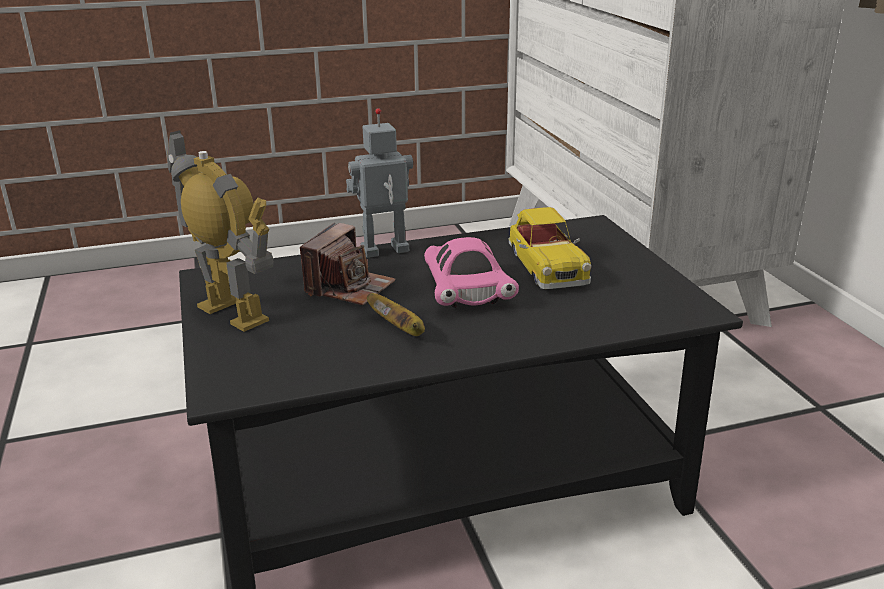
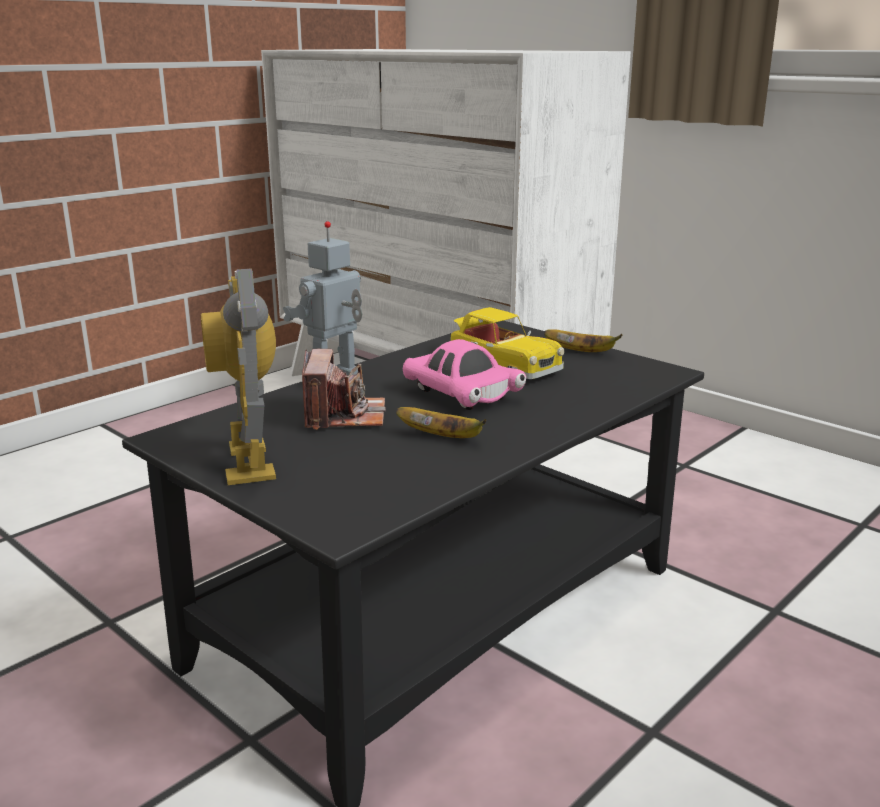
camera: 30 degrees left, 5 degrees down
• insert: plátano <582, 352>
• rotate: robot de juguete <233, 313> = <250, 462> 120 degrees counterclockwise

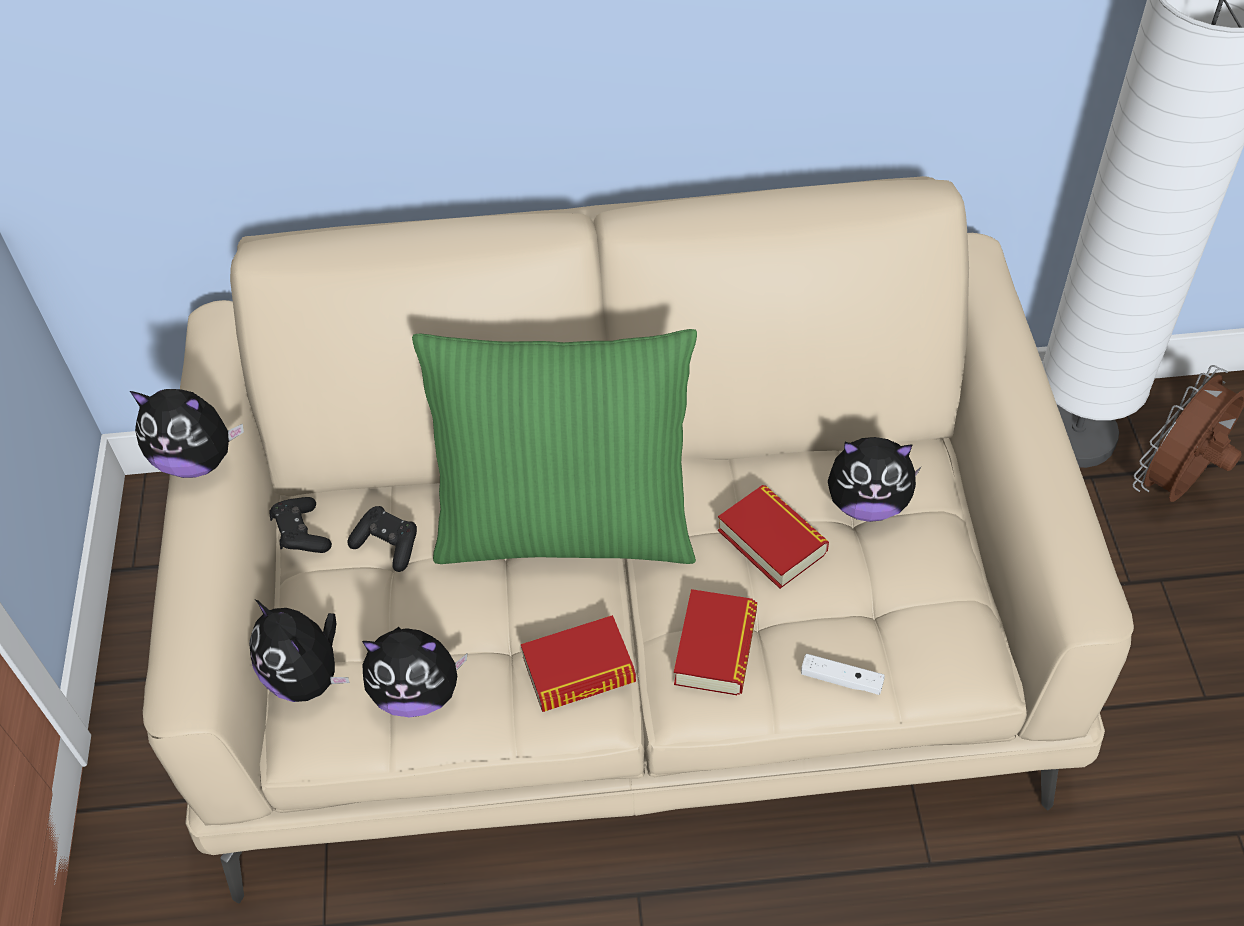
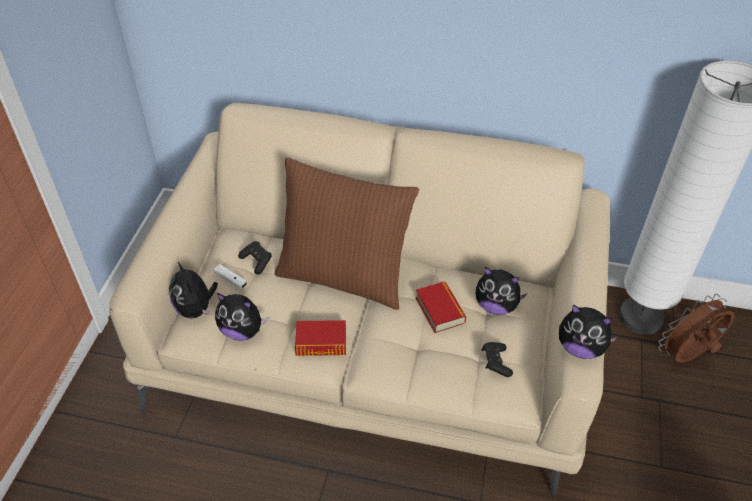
camera: 15 degrees right, 5 degrees down
• delete: libro <715, 648>
• move: peluche <197, 460> to <580, 347>
• move: mando de consola [negro] <301, 534> to <495, 363>
• move: mando de consola [blanco] <841, 679> to <231, 280>
• recolor: cojín [verde] <566, 526> to cojín [marrón] <344, 276>

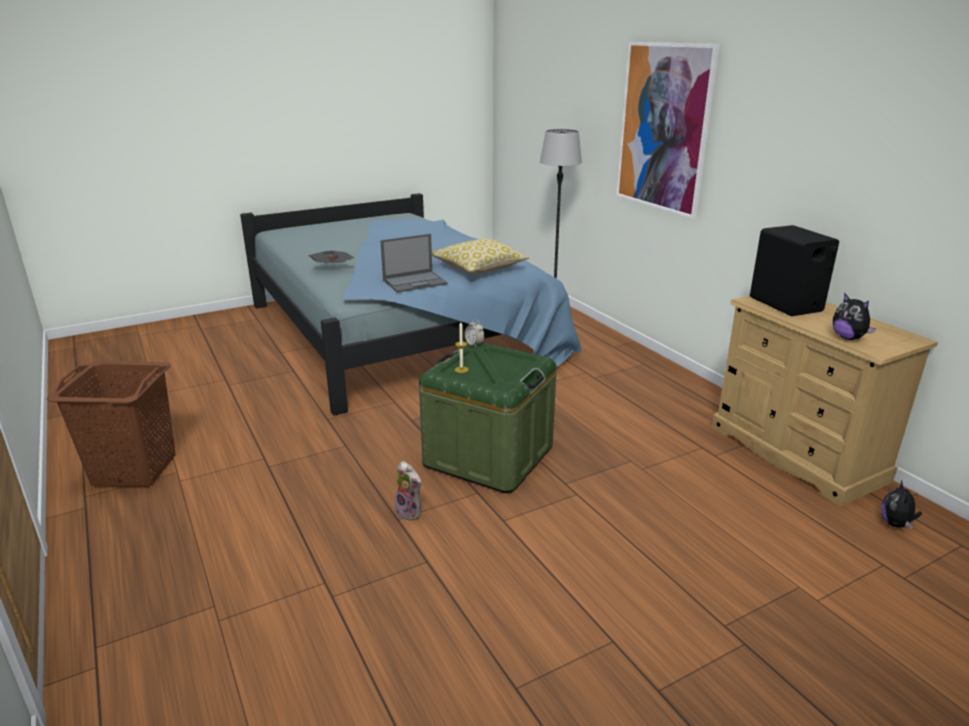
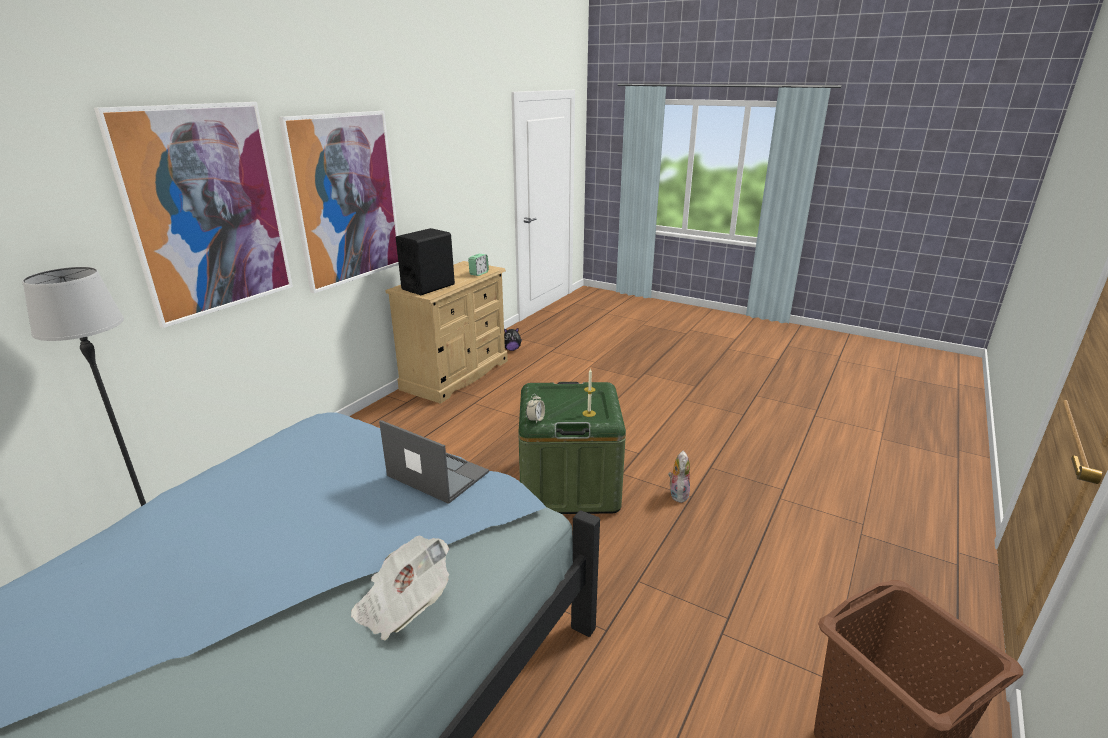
camera: 120 degrees left, 0 degrees up
• delete: cojín <479, 268>
• insert: cuadro <345, 199>
• replace: peluche <848, 338> to despertador <479, 273>

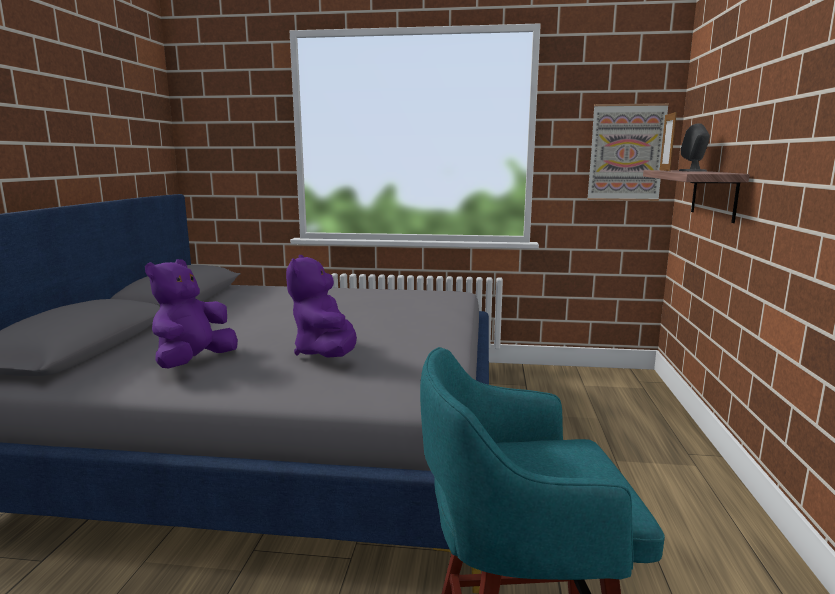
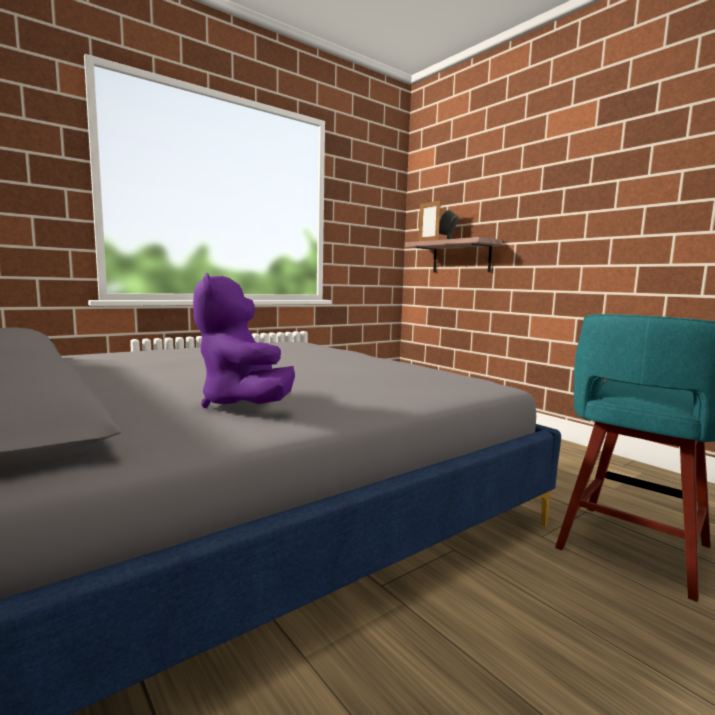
camera: 45 degrees left, 5 degrees down
• delete: peluche [morado] <326, 353>
• delete: cuadro <626, 153>

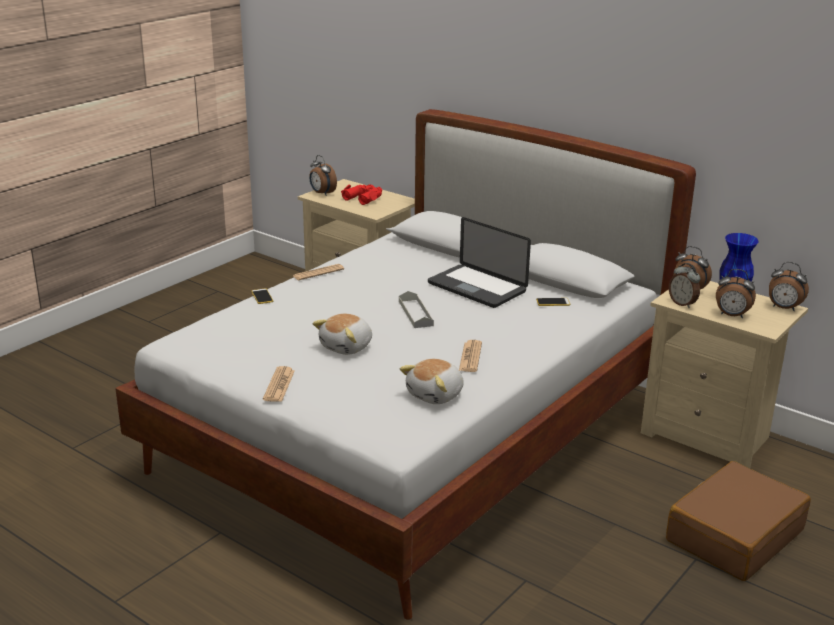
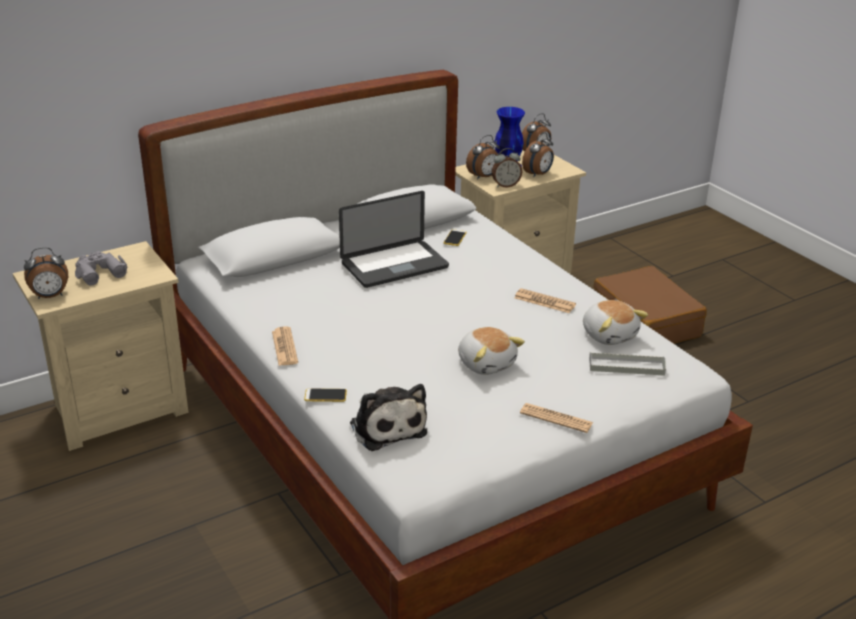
camera: 70 degrees left, 5 degrees up
• insert: peluche <387, 426>
• move: bandeja [gris] <415, 313> to <626, 366>
• recolor: prismáticos [rojo] <364, 198> to prismáticos [gris] <99, 272>

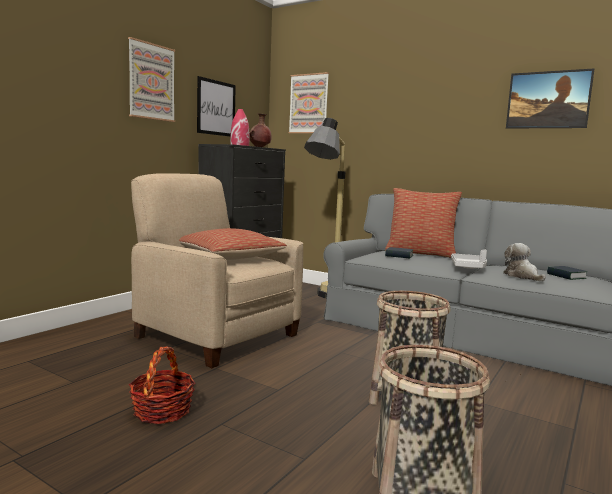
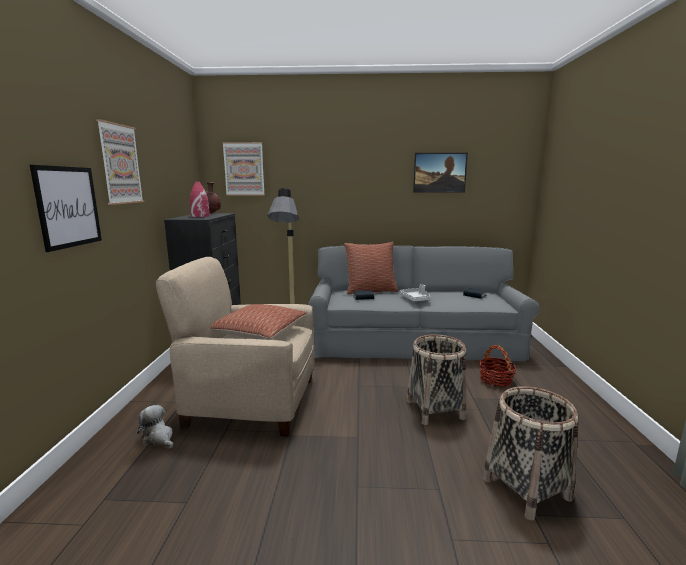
camera: 30 degrees left, 5 degrees up
• move: cesta <162, 411> to <495, 380>
• move: cuadro <216, 108> to <68, 207>
• move: peluche <522, 276> to <158, 438>

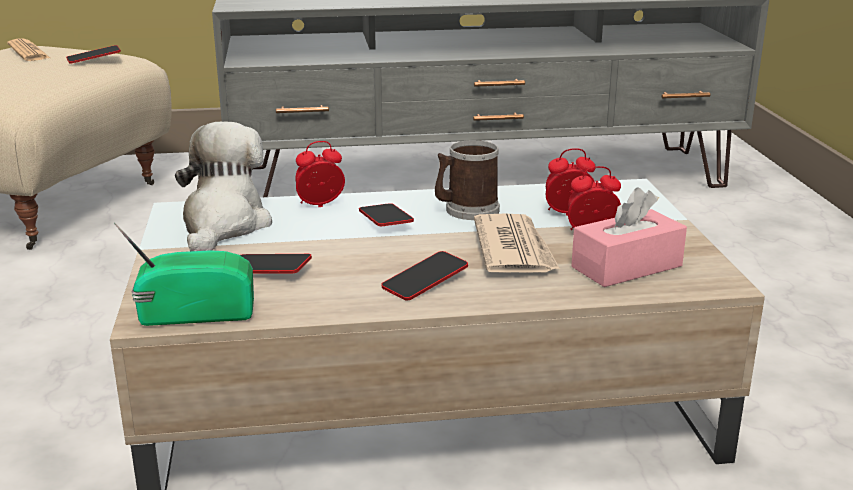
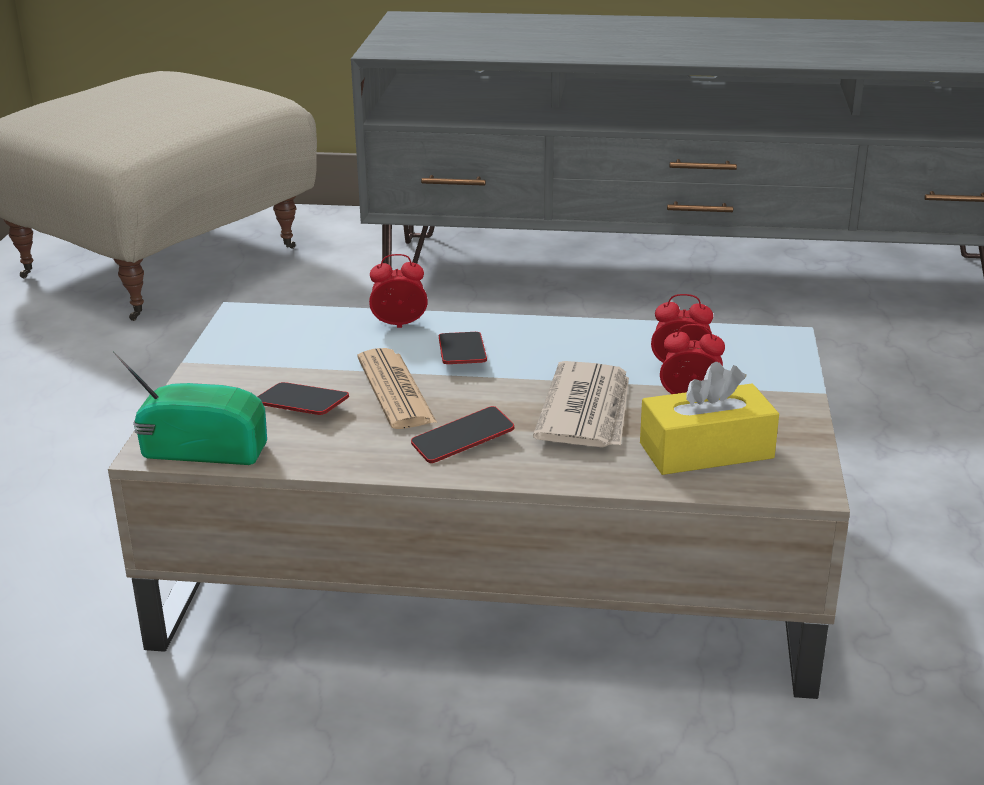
camera: 15 degrees right, 5 degrees up
• delete: móvil <94, 58>
• delete: peluche <223, 225>
• delete: taza grande <466, 210>
• move: periódico <28, 52> to <395, 390>
• recolor: caja de pañuelos [rosa] <626, 266> to caja de pañuelos [amarillo] <706, 450>

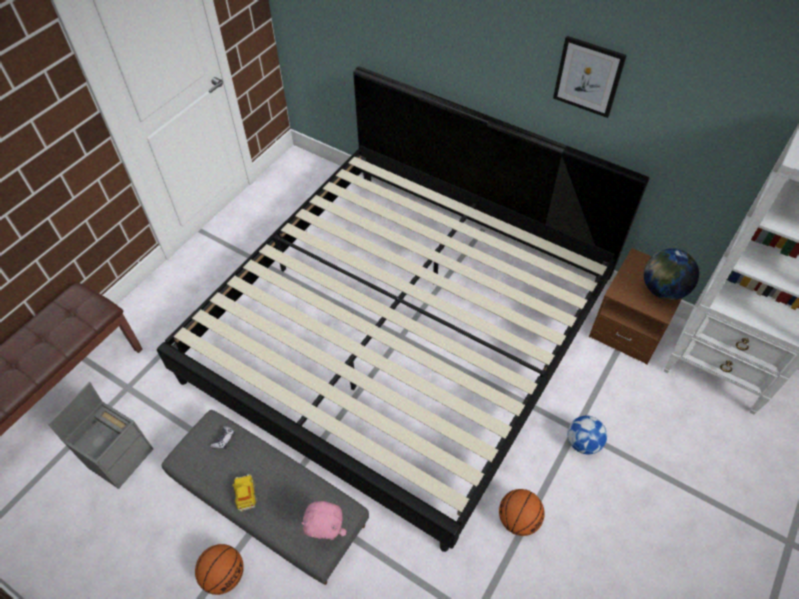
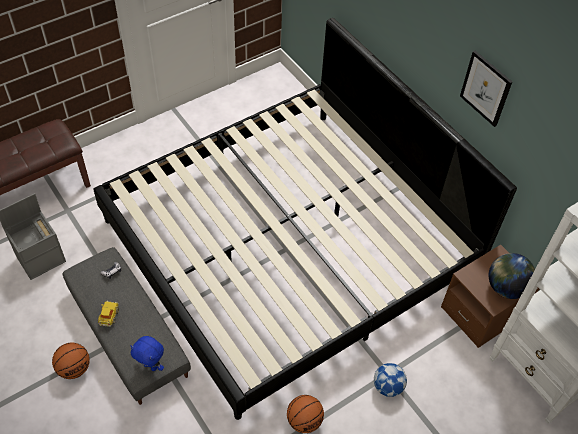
camera: 20 degrees right, 0 degrees up
• recolor: peluche [rosa] <327, 534> to peluche [azul] <151, 366>

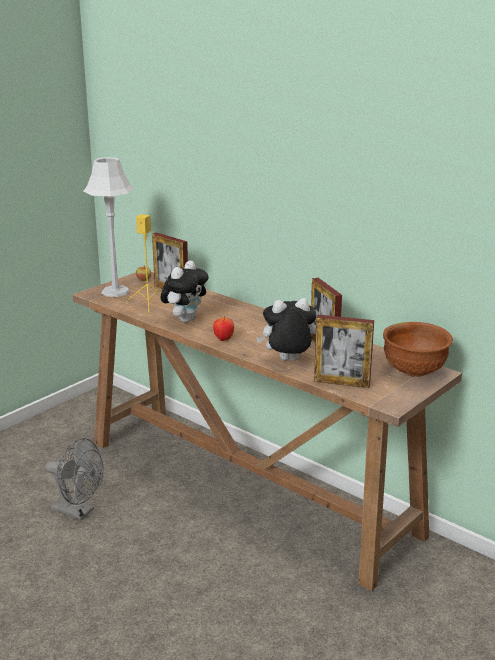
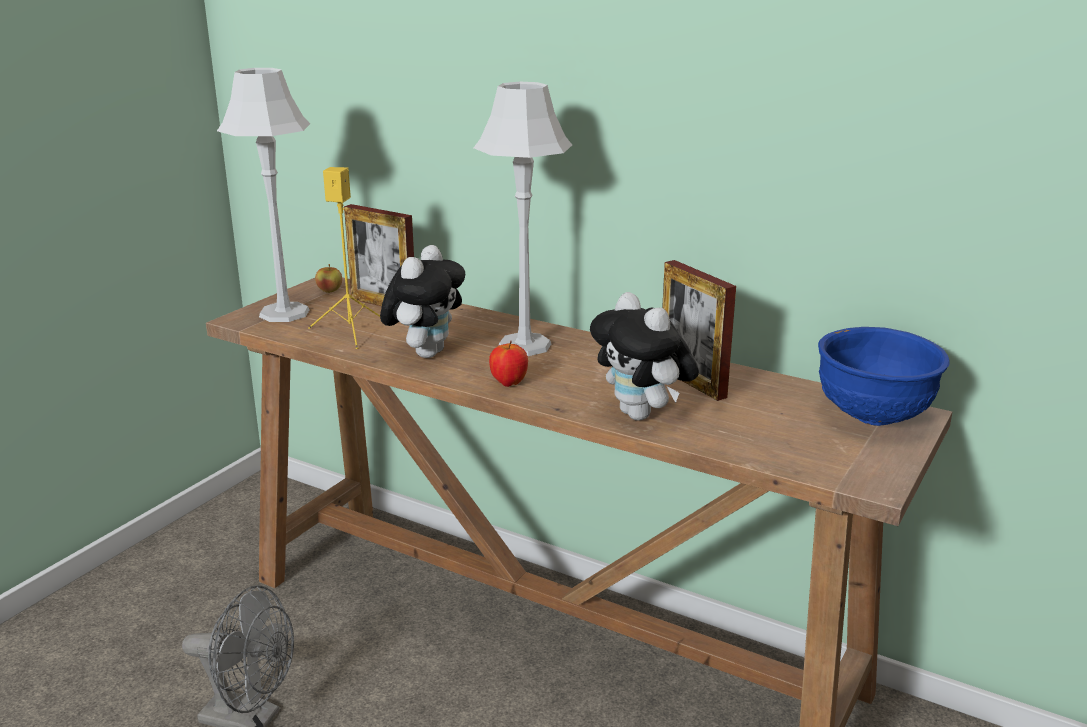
camera: 10 degrees left, 0 degrees up
• delete: portarretratos <342, 383>
• insert: lámpara de mesa [gris] <525, 345>
• recolor: cuenco [marrón] <414, 372> to cuenco [azul] <873, 418>
• rotate: peluche <287, 361> = <642, 415> 105 degrees counterclockwise

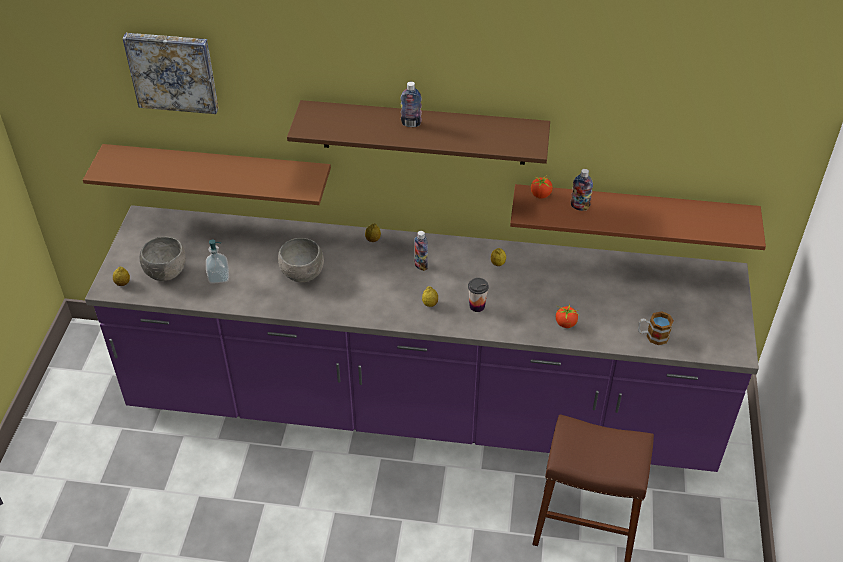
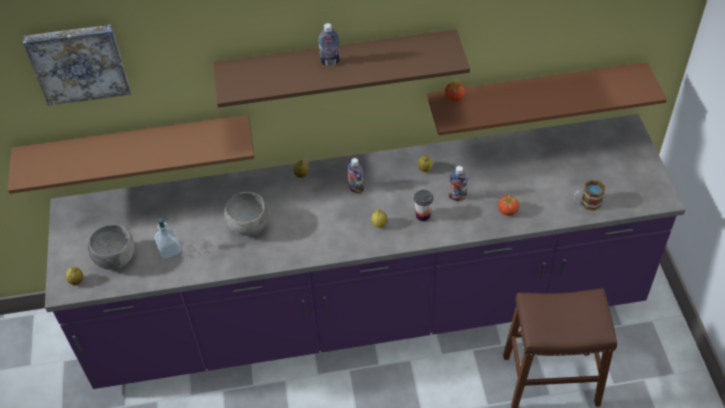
camera: 15 degrees left, 5 degrees up
• move: botella <579, 207> to <457, 197>

